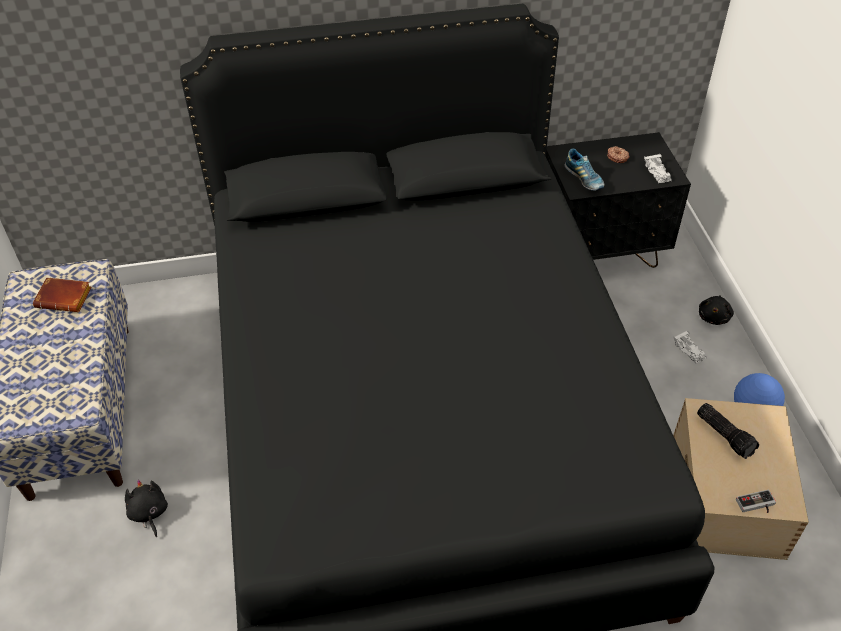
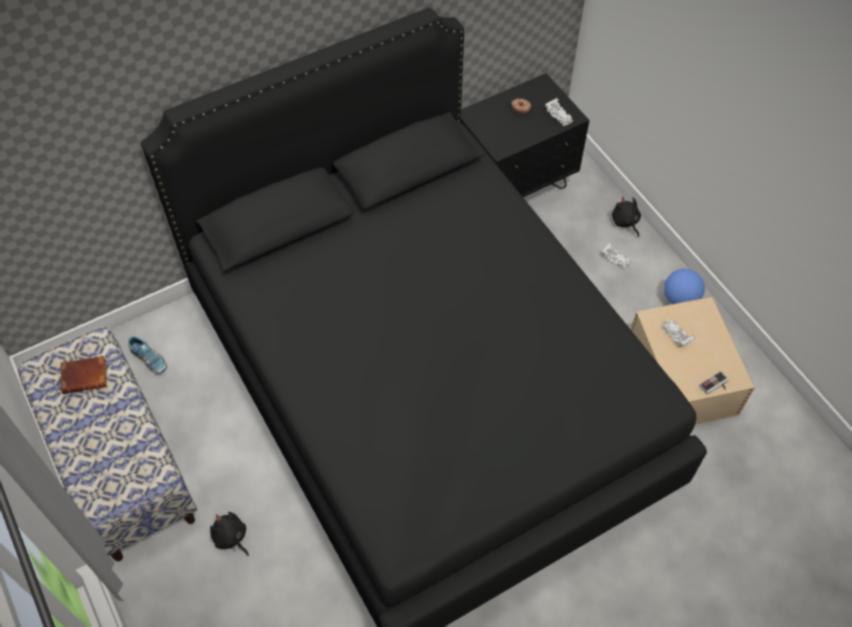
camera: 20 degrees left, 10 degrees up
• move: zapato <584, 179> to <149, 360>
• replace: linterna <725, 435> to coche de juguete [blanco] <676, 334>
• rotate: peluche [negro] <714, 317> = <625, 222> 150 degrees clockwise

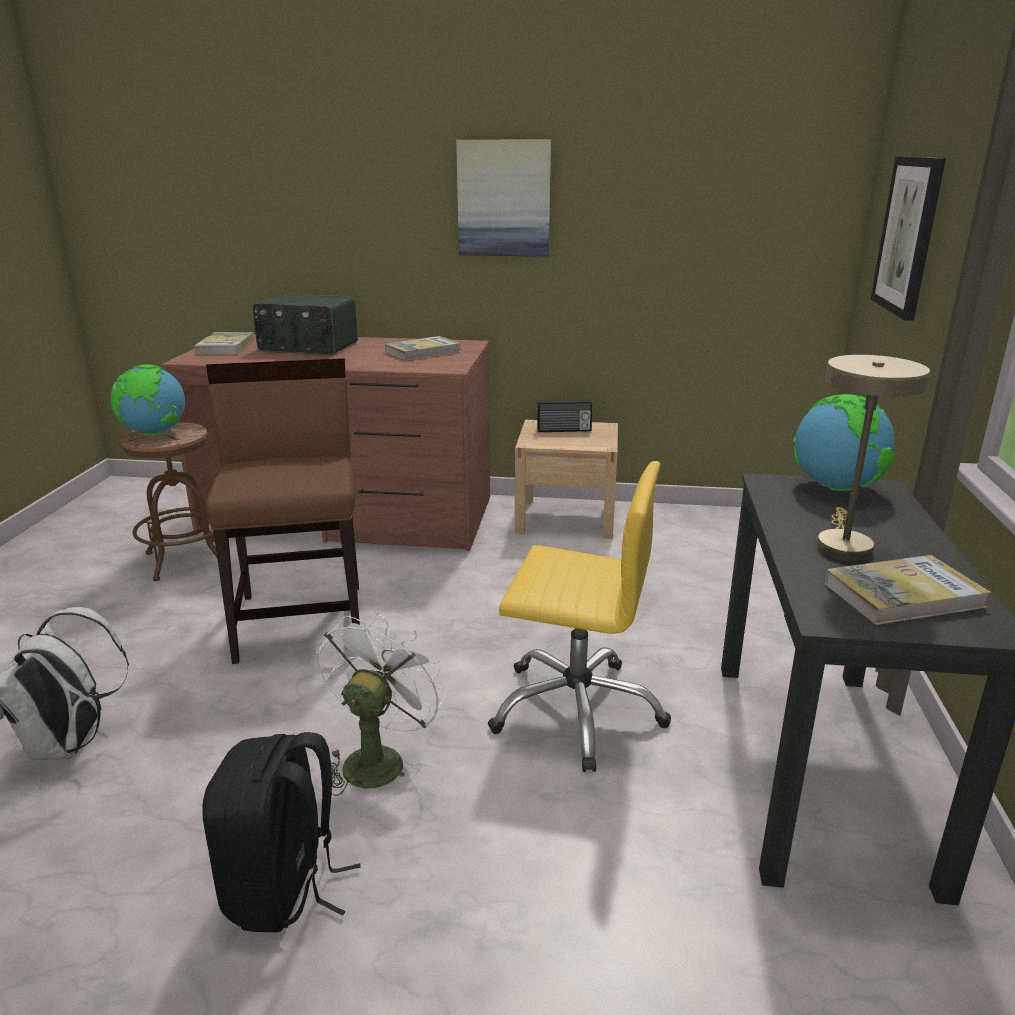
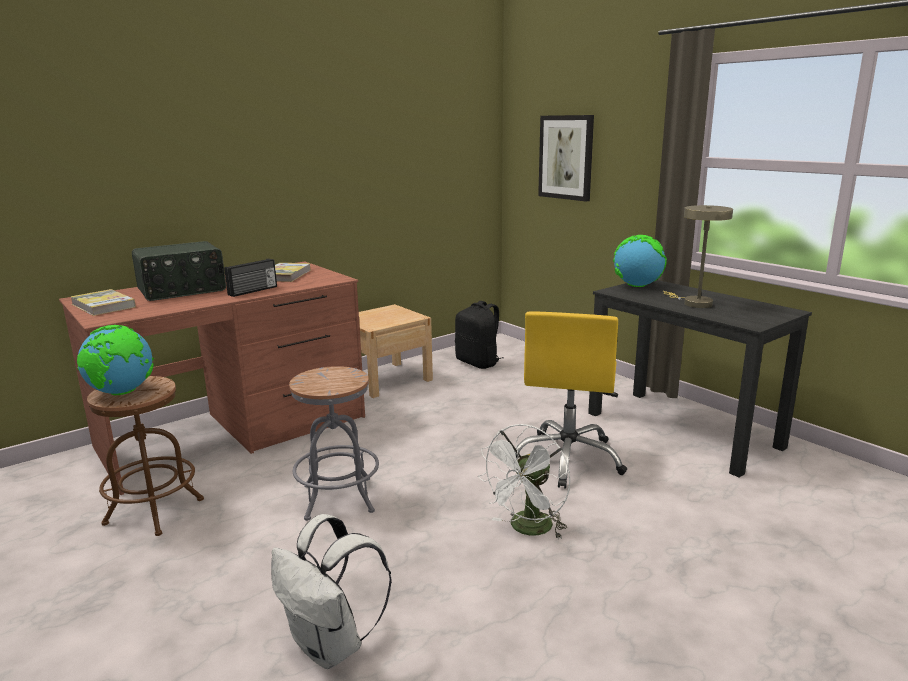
camera: 45 degrees left, 5 degrees down
• delete: cuadro <504, 198>
• delete: libro <903, 595>
• move: mochila [negro] <284, 888> to <478, 363>
• move: radio <564, 430> to <253, 291>
• replace: silla [marrón] <302, 621> to taburete [gris] <338, 498>
• rotate: ventilador [blanco] <378, 758> = <527, 530> 120 degrees counterclockwise
• rotate: silla de oficina [amarillo] <577, 709> = <568, 459> 135 degrees clockwise

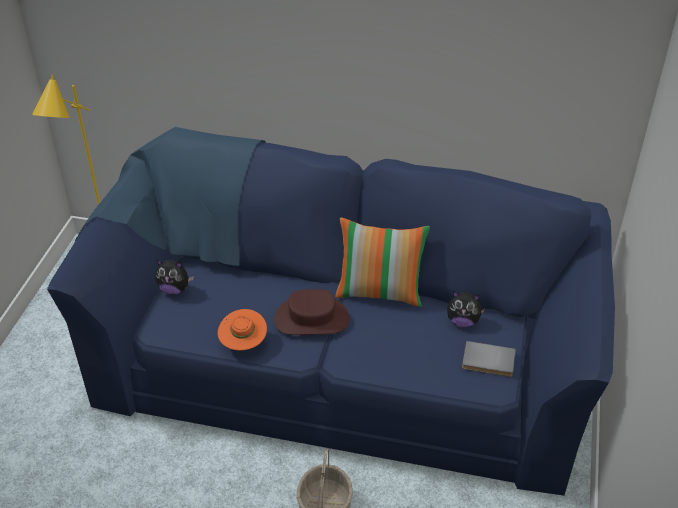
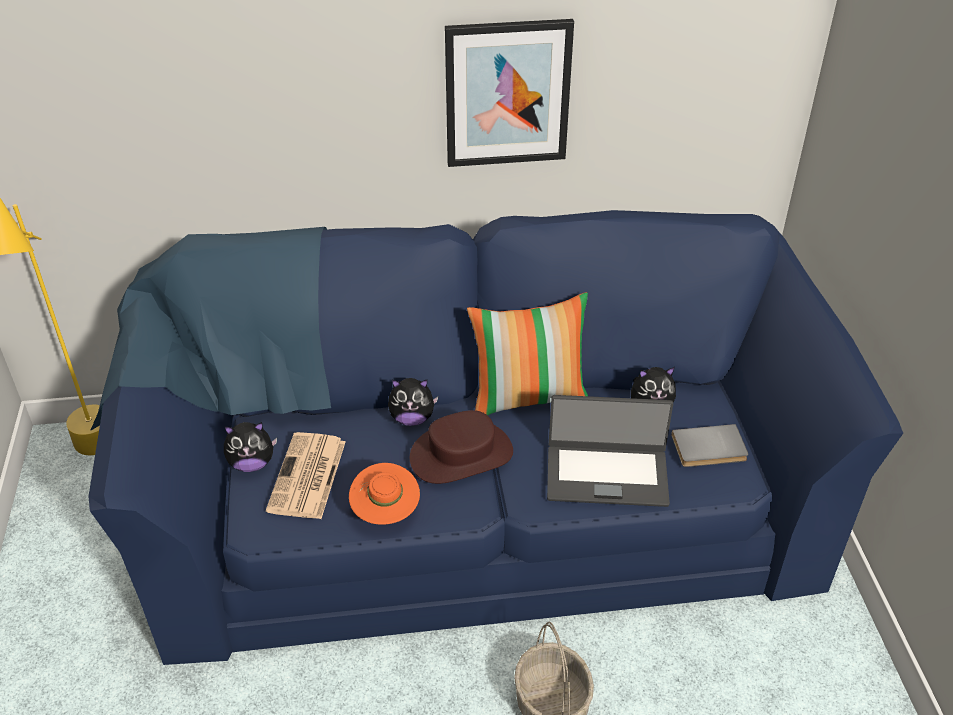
camera: 20 degrees left, 0 degrees up
• insert: periódico <307, 477>
• insert: peluche <412, 418>
• insert: cuadro <507, 93>
• insert: portátil <607, 474>

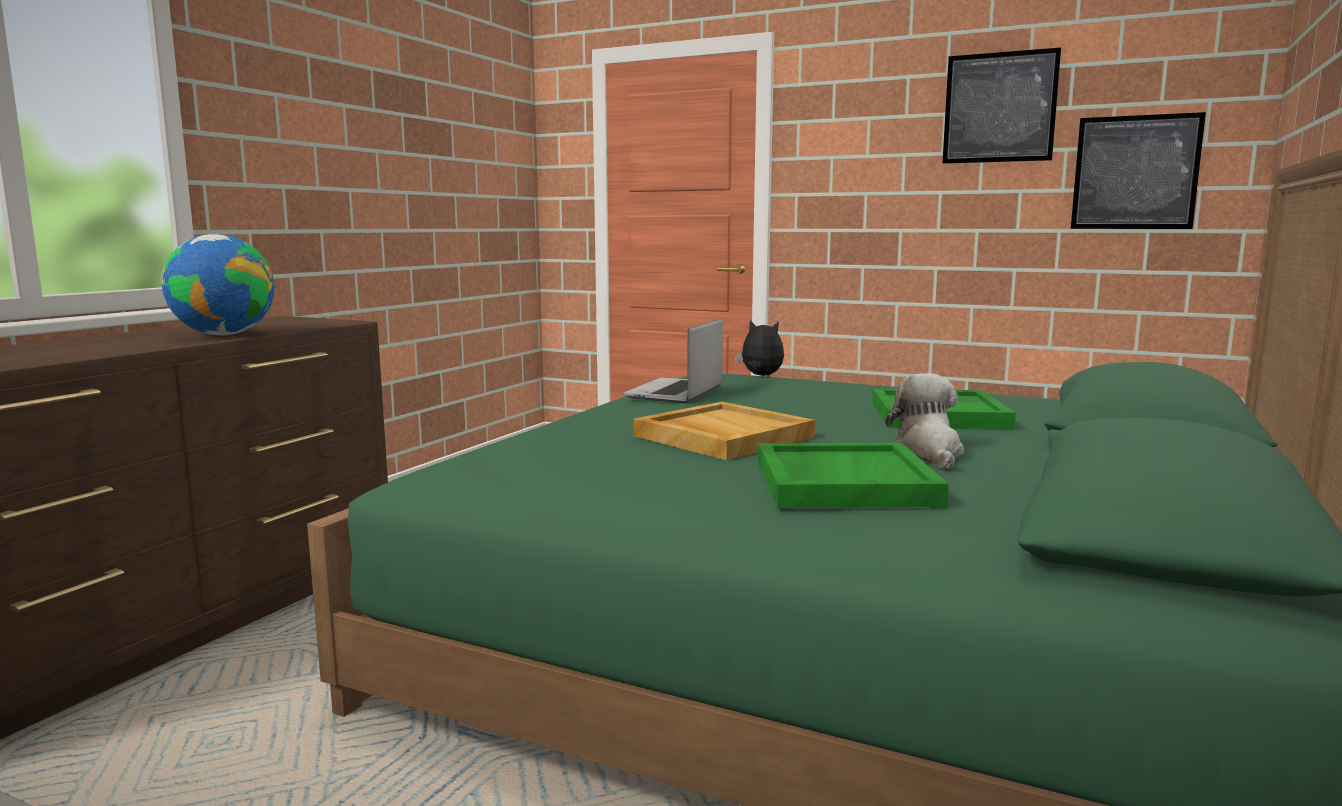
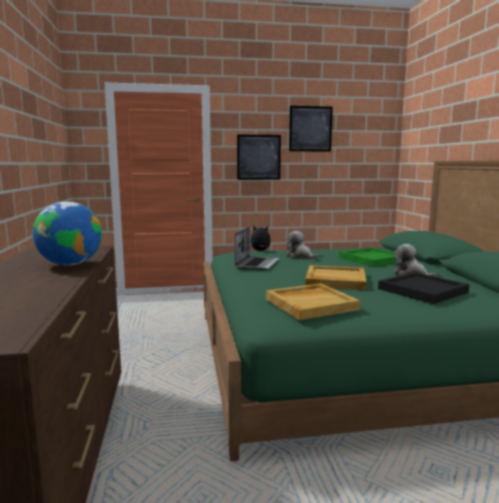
camera: 35 degrees left, 0 degrees up
• insert: bandeja [beis] <311, 304>
• insert: peluche <300, 256>
• move: cuadro <1135, 172> to <258, 157>
• recolor: bandeja [verde] <842, 482> to bandeja [negro] <421, 290>
• rotate: portátil <675, 393> = <257, 264> 150 degrees counterclockwise

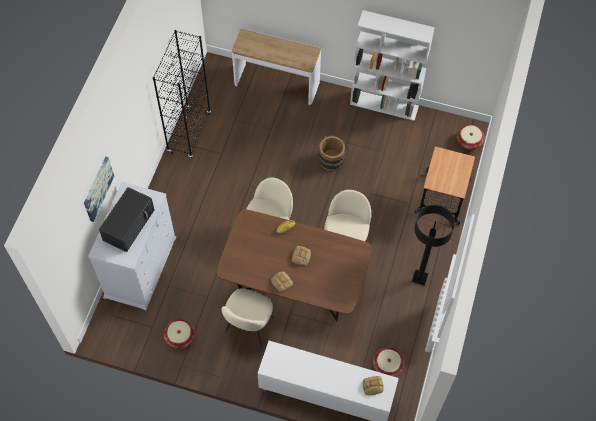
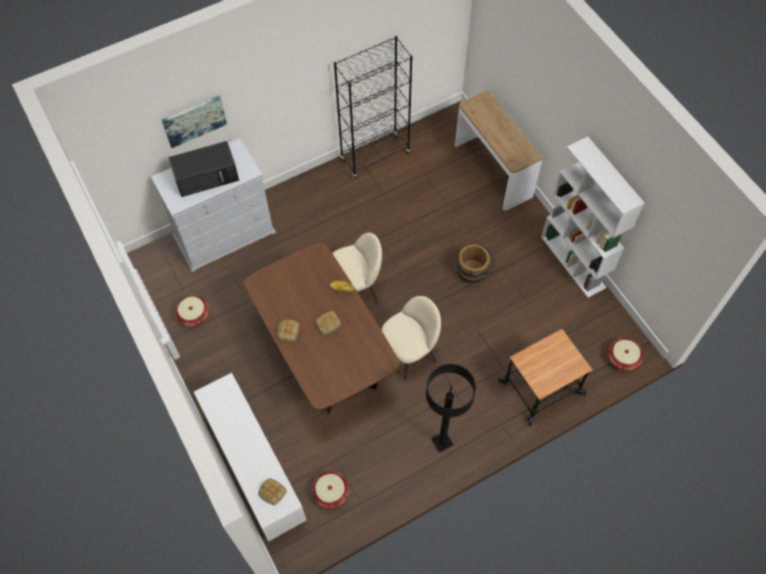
camera: 45 degrees right, 0 degrees up
• delete: silla [beis] <248, 326>

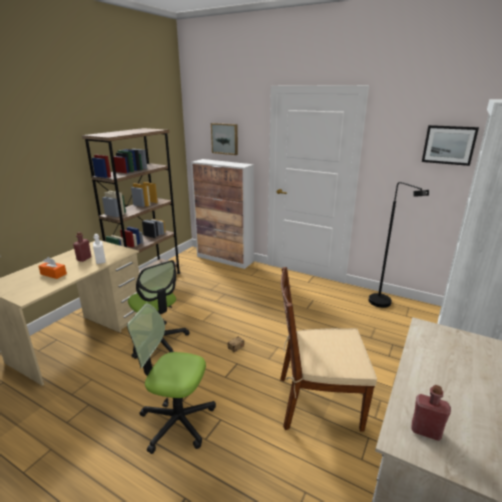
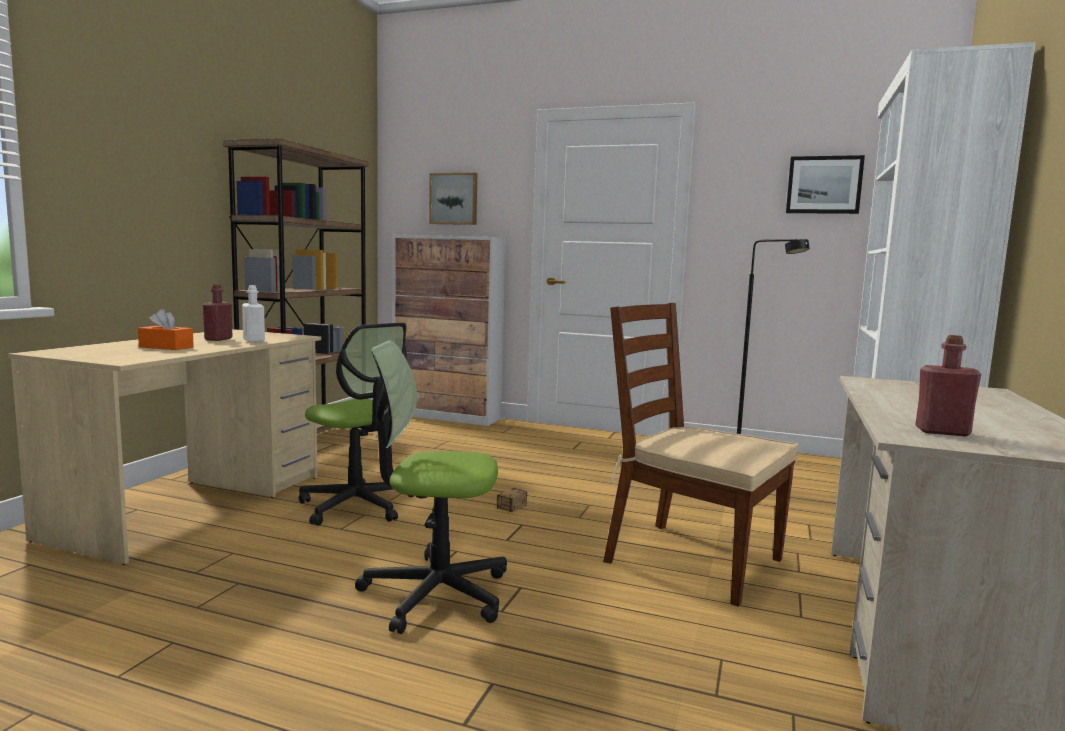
camera: 10 degrees left, 15 degrees down
• rotate: silla [marrón] <317, 402> = <691, 560> 45 degrees clockwise

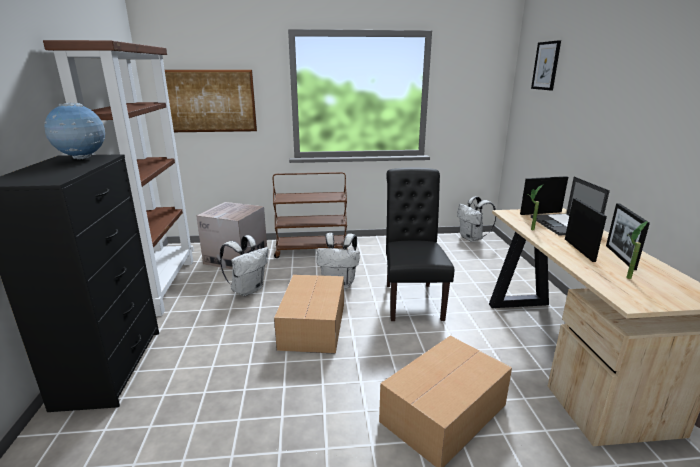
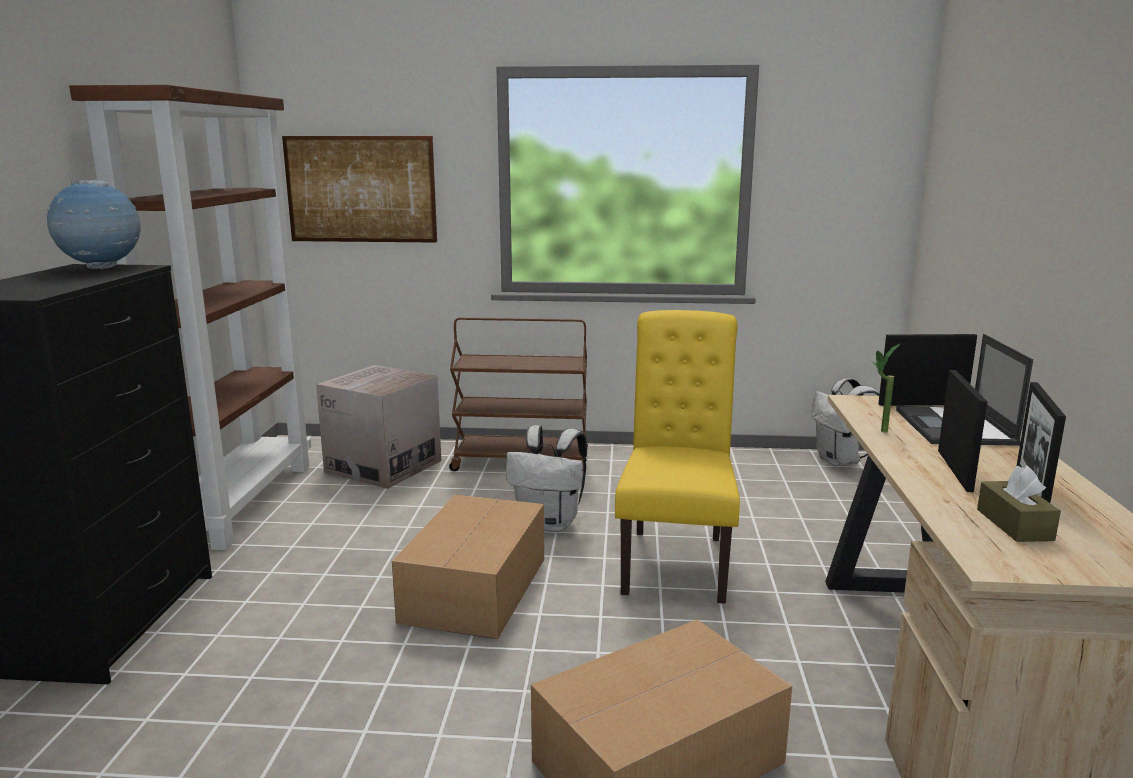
camera: 10 degrees right, 5 degrees down
• delete: mochila [blanco] <247, 289>
• delete: cuadro <546, 66>
• replace: planta en maceta <626, 279> to caja de pañuelos [marrón] <1014, 524>
• recolor: silla [negro] <411, 299> to silla [amarillo] <676, 559>

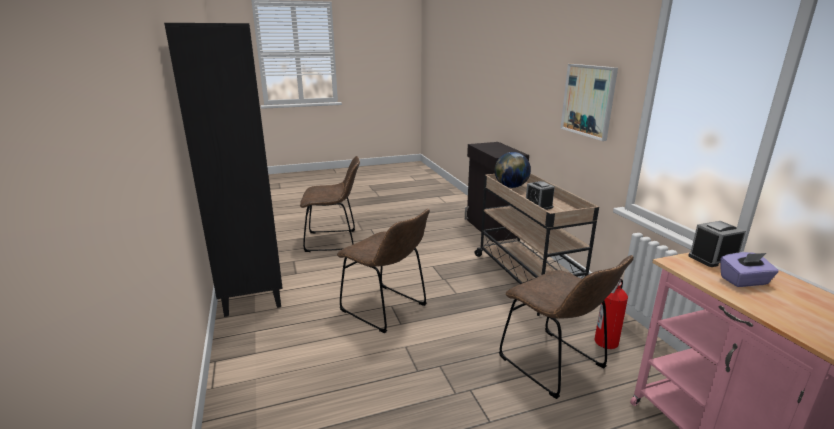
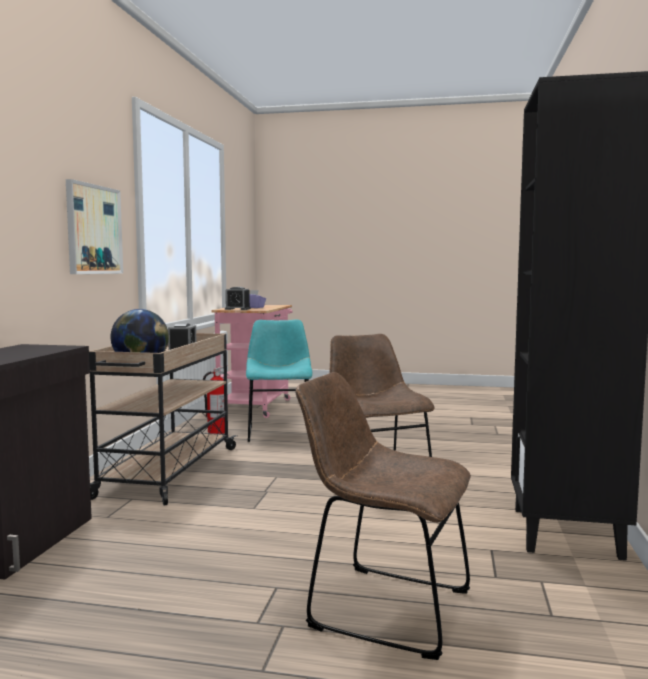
camera: 150 degrees left, 15 degrees down
• recolor: silla [marrón] <555, 365> to silla [turquesa] <279, 432>

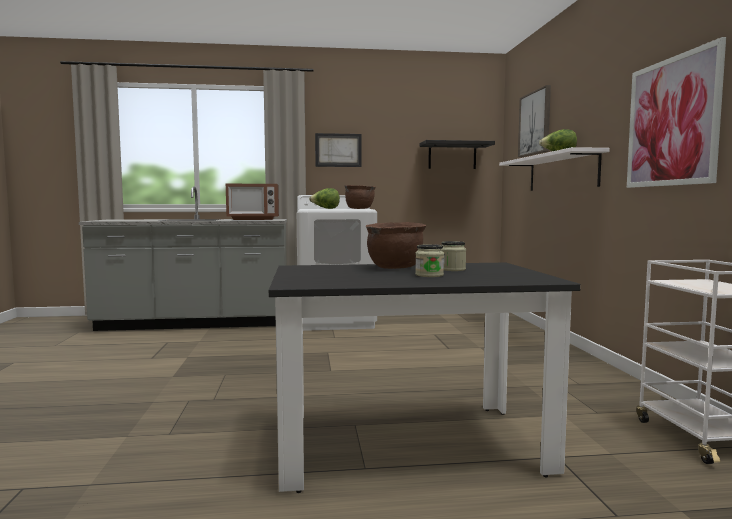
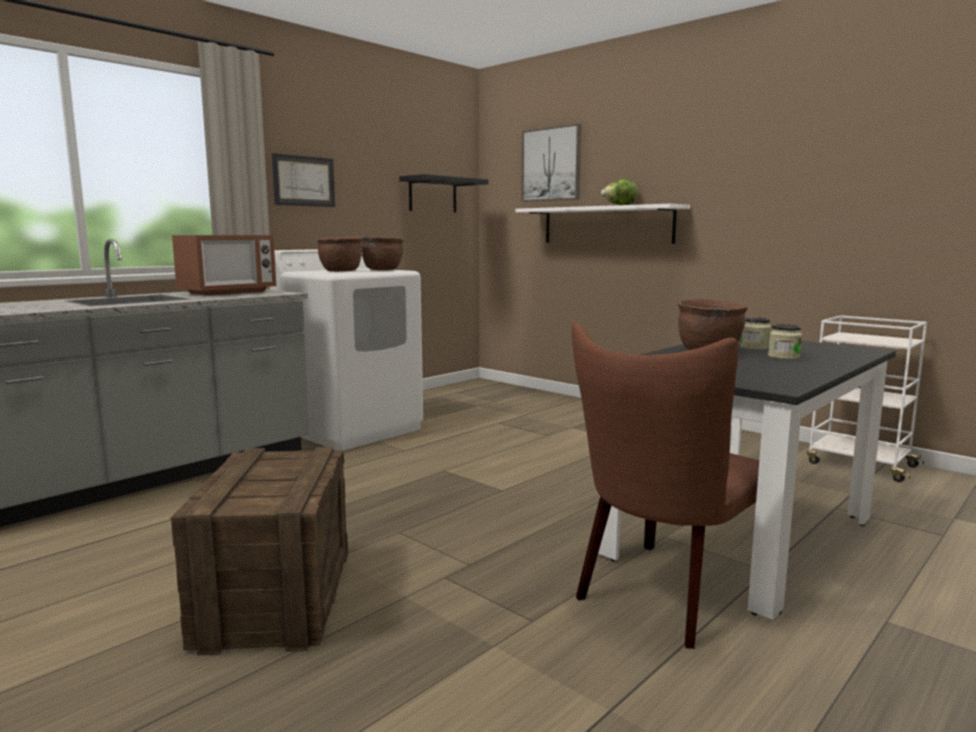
camera: 40 degrees left, 5 degrees up
• delete: cuadro <671, 122>
• insert: caja de embalaje <276, 598>
• insert: silla [marrón] <663, 596>
• replace: lechuga <325, 208> to olla [marrón] <341, 271>

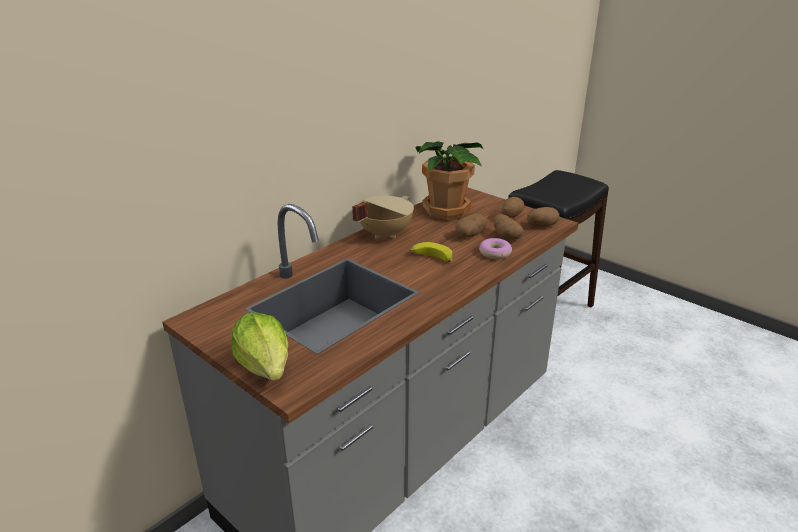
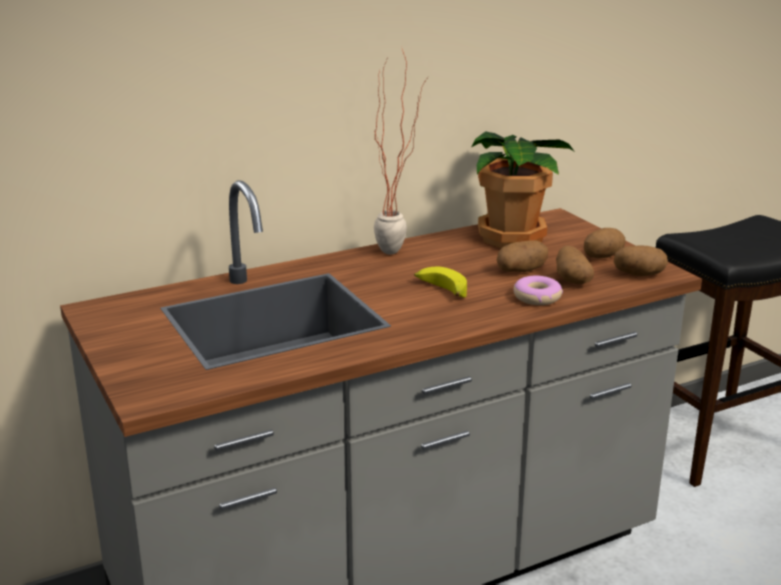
camera: 20 degrees right, 5 degrees down
• delete: lechuga <265, 366>
• replace: olla [beis] <383, 233> to planta en maceta <400, 252>

